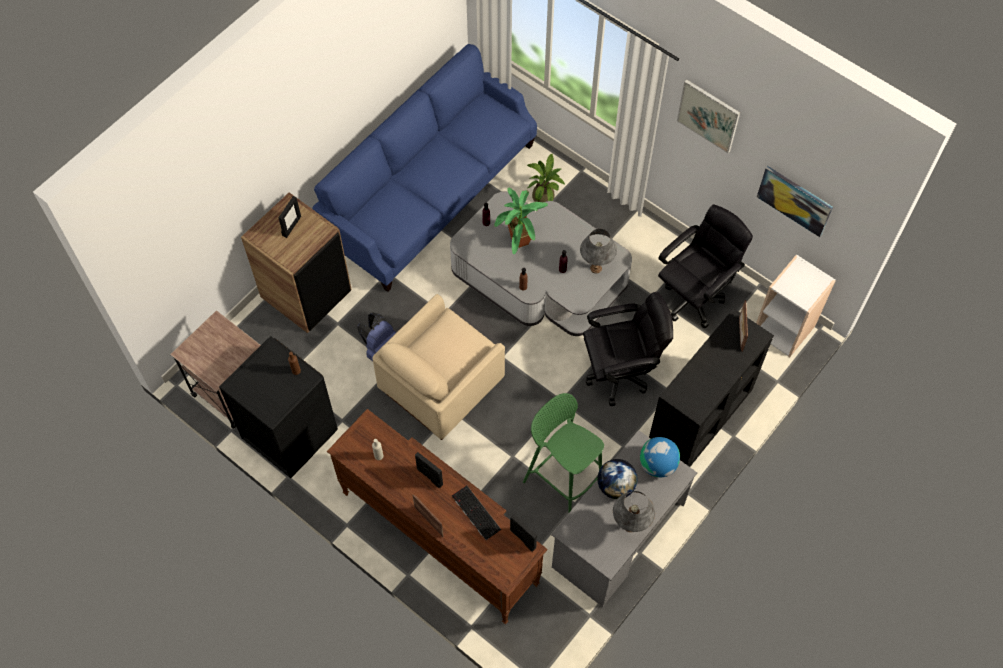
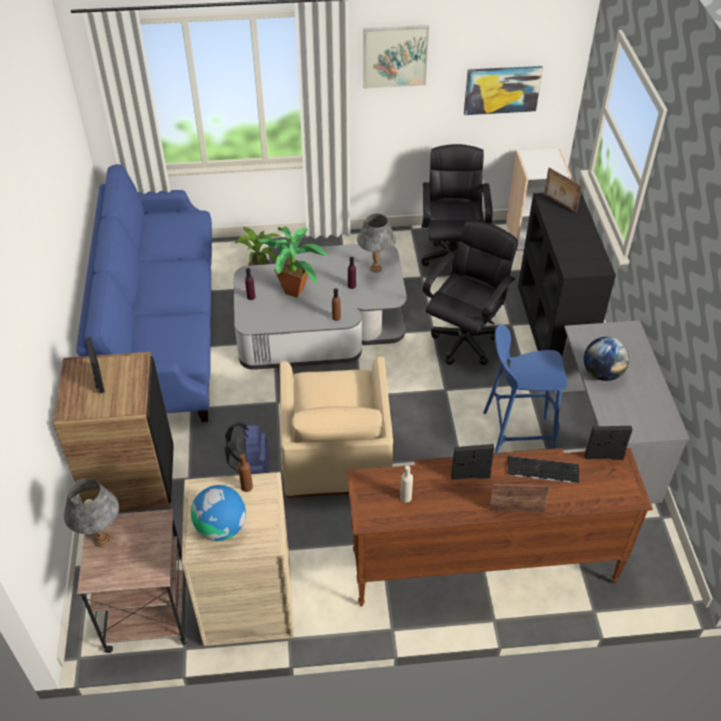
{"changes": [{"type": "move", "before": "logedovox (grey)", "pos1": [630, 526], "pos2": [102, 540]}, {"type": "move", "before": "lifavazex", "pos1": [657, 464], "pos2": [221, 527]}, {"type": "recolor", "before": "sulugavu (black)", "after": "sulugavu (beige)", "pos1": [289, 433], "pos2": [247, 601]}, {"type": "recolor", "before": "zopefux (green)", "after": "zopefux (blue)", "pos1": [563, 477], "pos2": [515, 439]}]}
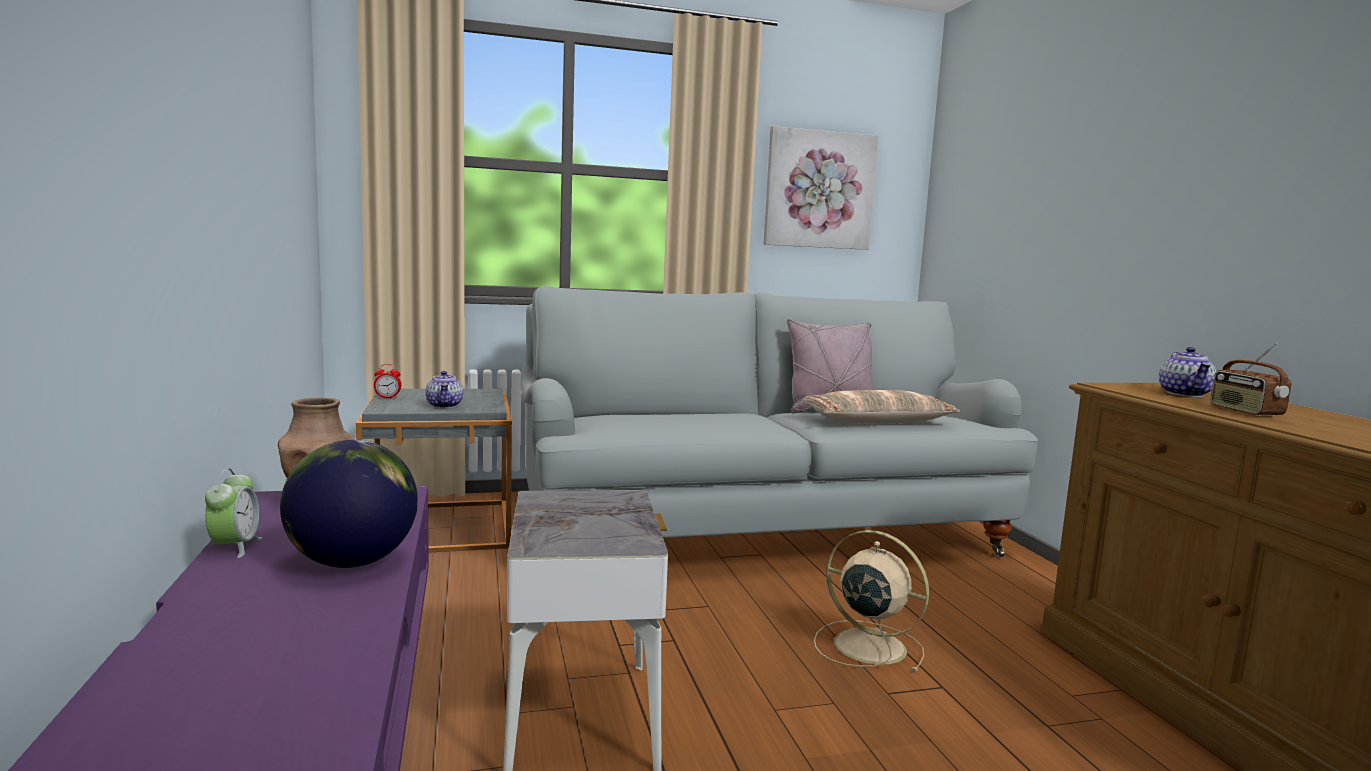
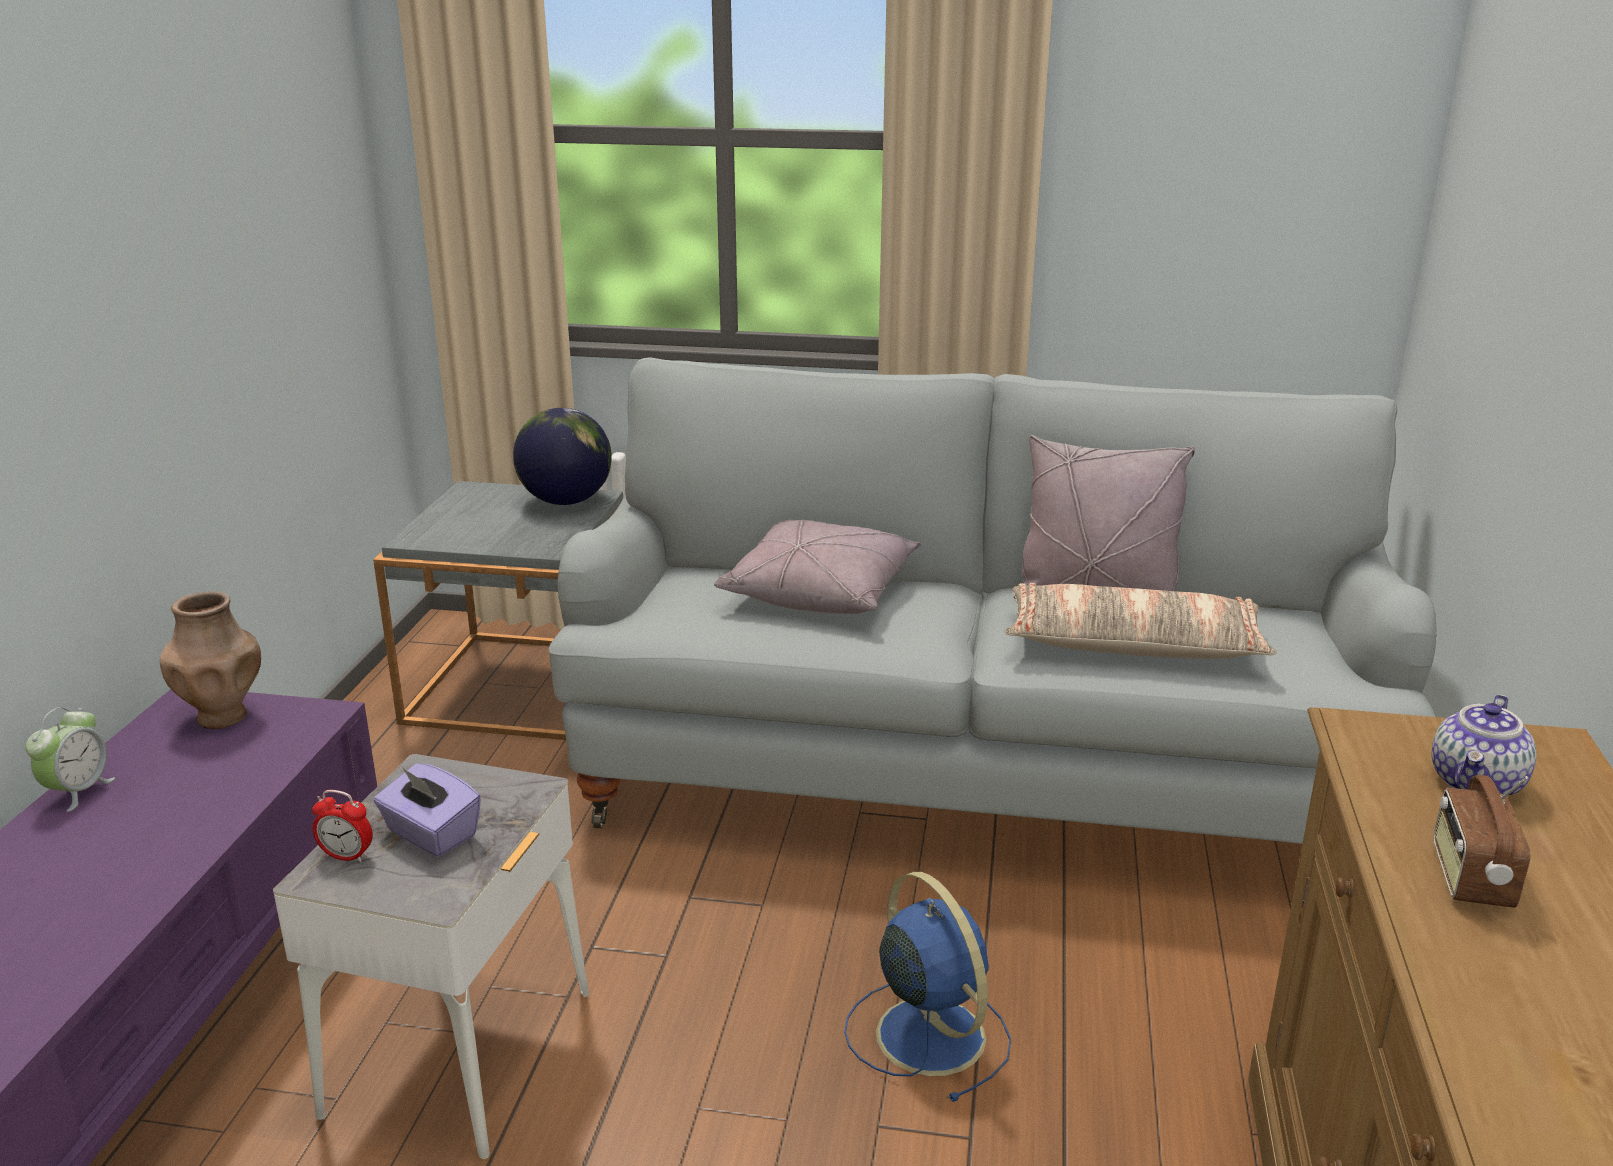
{"changes": [{"type": "delete", "before": "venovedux", "pos1": [445, 405]}, {"type": "delete", "before": "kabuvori", "pos1": [819, 190]}, {"type": "insert", "after": "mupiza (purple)", "pos2": [431, 834]}, {"type": "insert", "after": "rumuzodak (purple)", "pos2": [821, 592]}, {"type": "move", "before": "lifavazex", "pos1": [352, 563], "pos2": [566, 502]}, {"type": "move", "before": "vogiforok", "pos1": [388, 397], "pos2": [347, 856]}, {"type": "recolor", "before": "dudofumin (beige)", "after": "dudofumin (blue)", "pos1": [866, 645], "pos2": [927, 1032]}]}
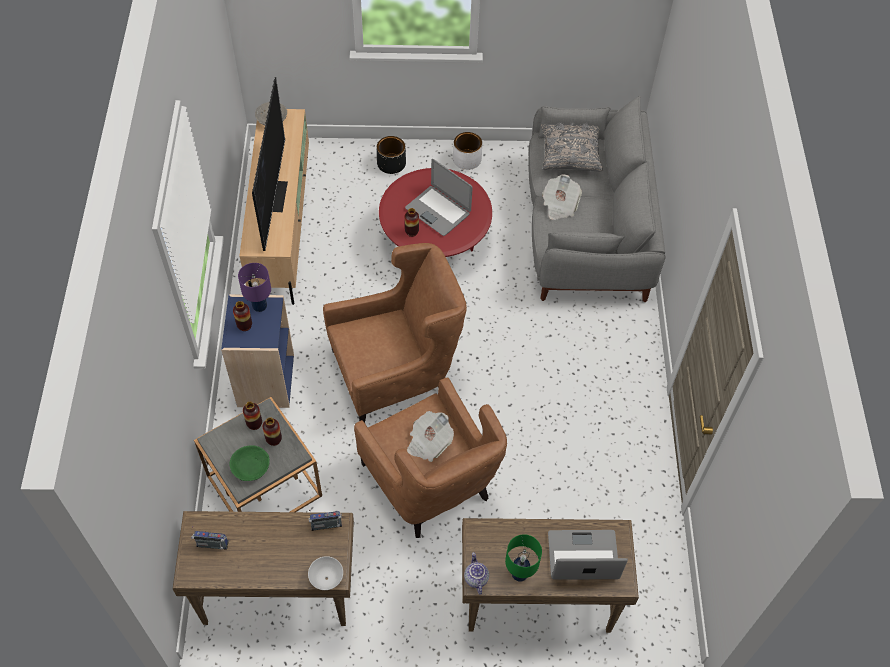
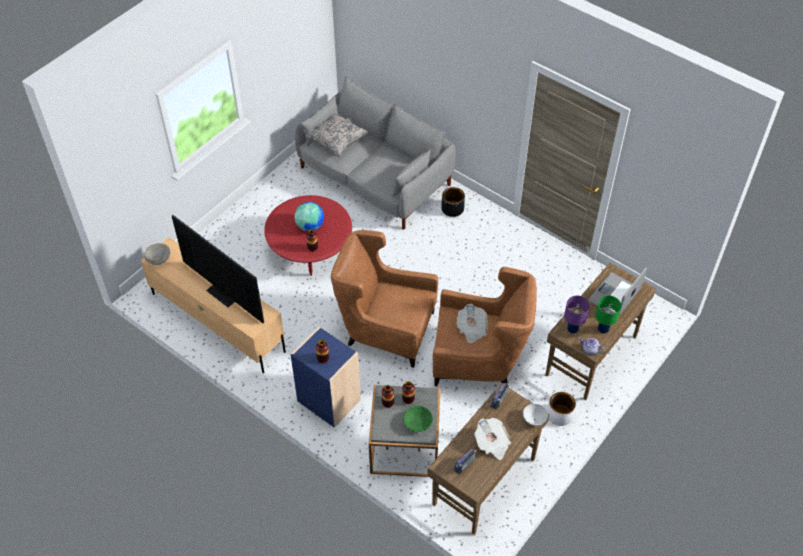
{"changes": [{"type": "move", "before": "logedovox (purple)", "pos1": [260, 306], "pos2": [572, 329]}, {"type": "move", "before": "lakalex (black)", "pos1": [391, 164], "pos2": [452, 208]}, {"type": "move", "before": "lakalex (white)", "pos1": [467, 159], "pos2": [559, 415]}, {"type": "move", "before": "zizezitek", "pos1": [559, 205], "pos2": [492, 443]}, {"type": "replace", "before": "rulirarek", "after": "lifavazex", "pos1": [438, 211], "pos2": [310, 226]}, {"type": "rotate", "before": "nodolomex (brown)", "pos1": [396, 371], "pos2": [386, 329], "turn": -90}]}
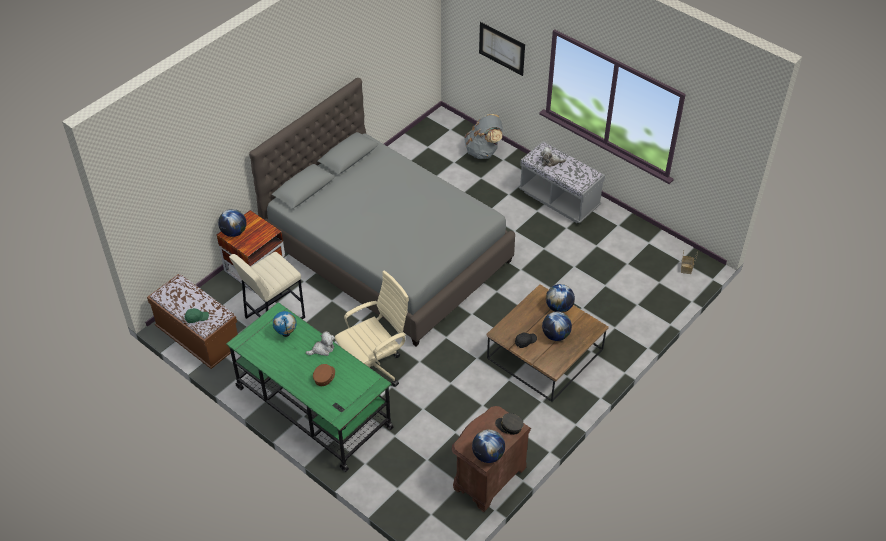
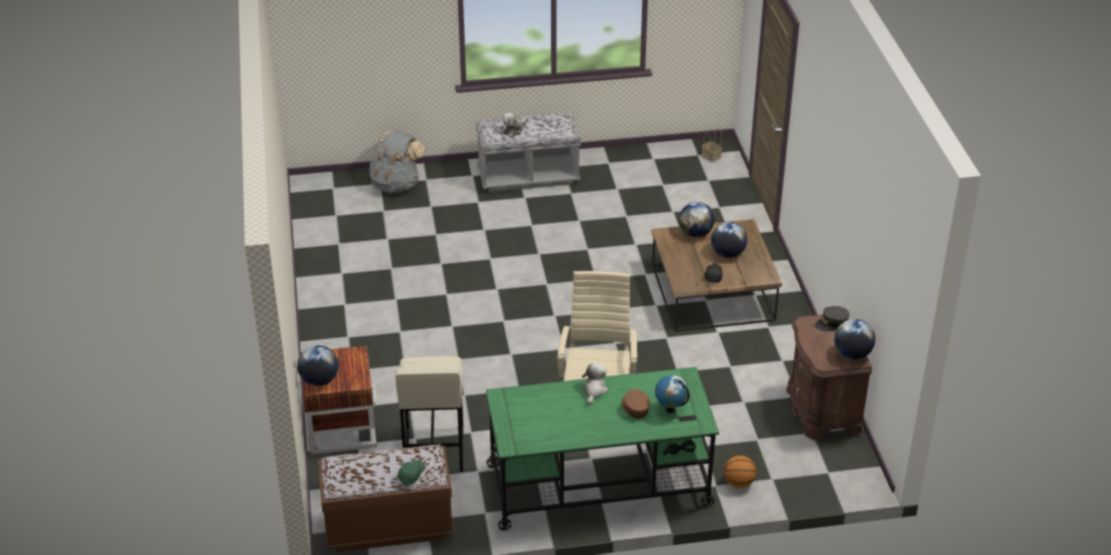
{"changes": [{"type": "delete", "before": "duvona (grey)", "pos1": [387, 251]}, {"type": "delete", "before": "kabuvori", "pos1": [501, 48]}, {"type": "insert", "after": "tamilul", "pos2": [739, 483]}, {"type": "move", "before": "lifavazex", "pos1": [286, 334], "pos2": [670, 409]}]}
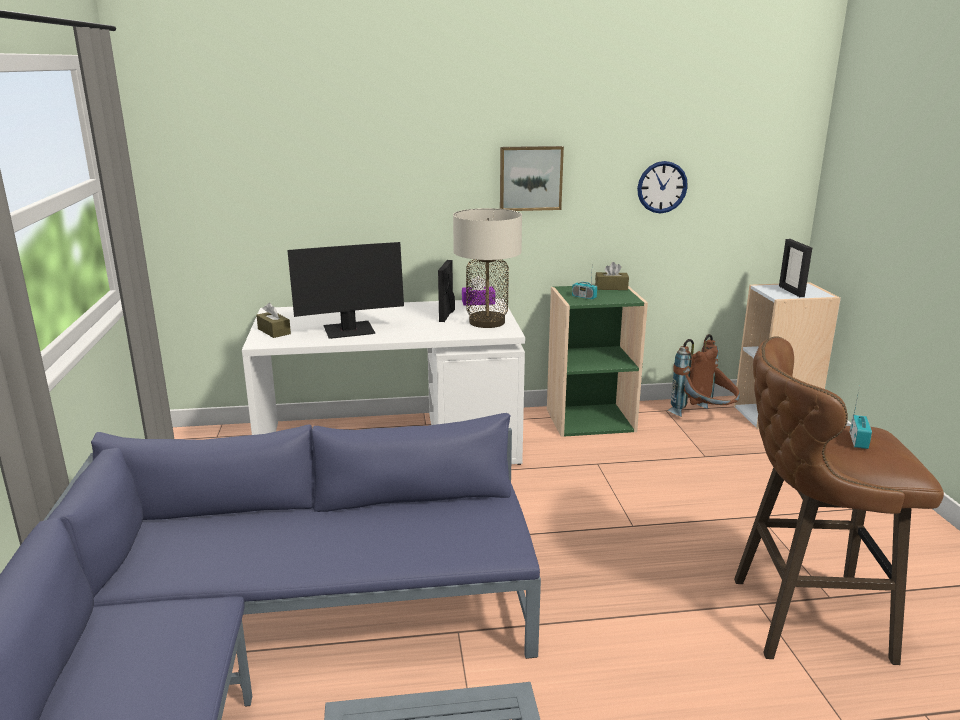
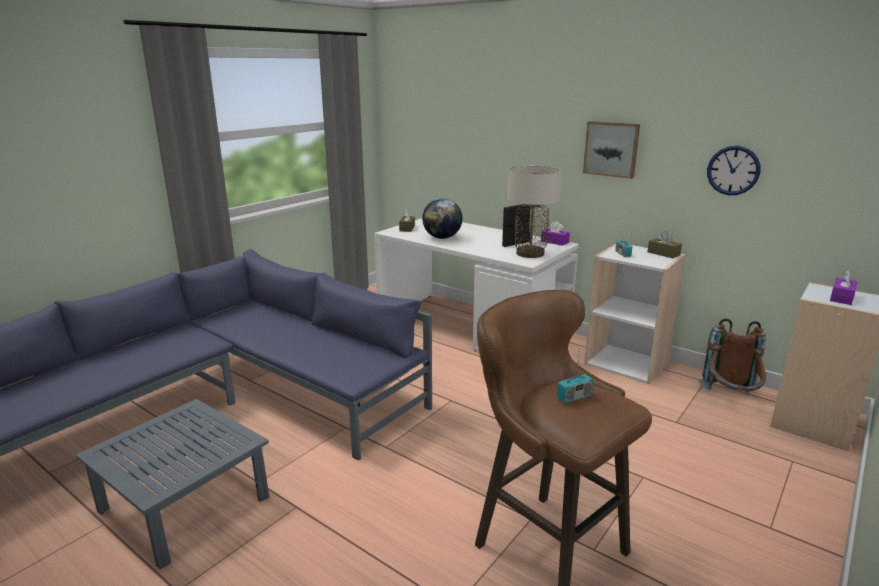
{"changes": [{"type": "replace", "before": "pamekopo", "after": "lifavazex", "pos1": [349, 331], "pos2": [442, 237]}, {"type": "replace", "before": "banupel", "after": "mupiza (purple)", "pos1": [792, 291], "pos2": [841, 298]}, {"type": "recolor", "before": "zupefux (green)", "after": "zupefux (white)", "pos1": [591, 419], "pos2": [627, 363]}]}
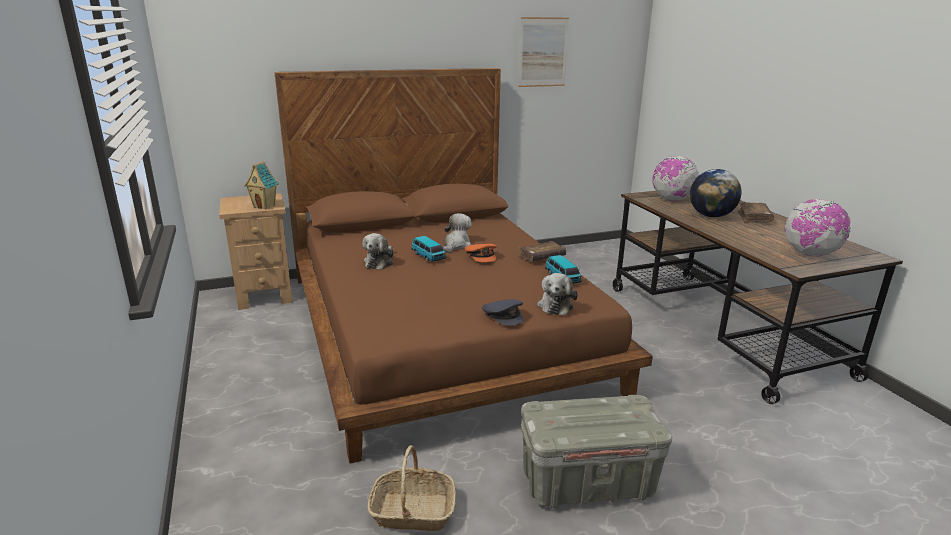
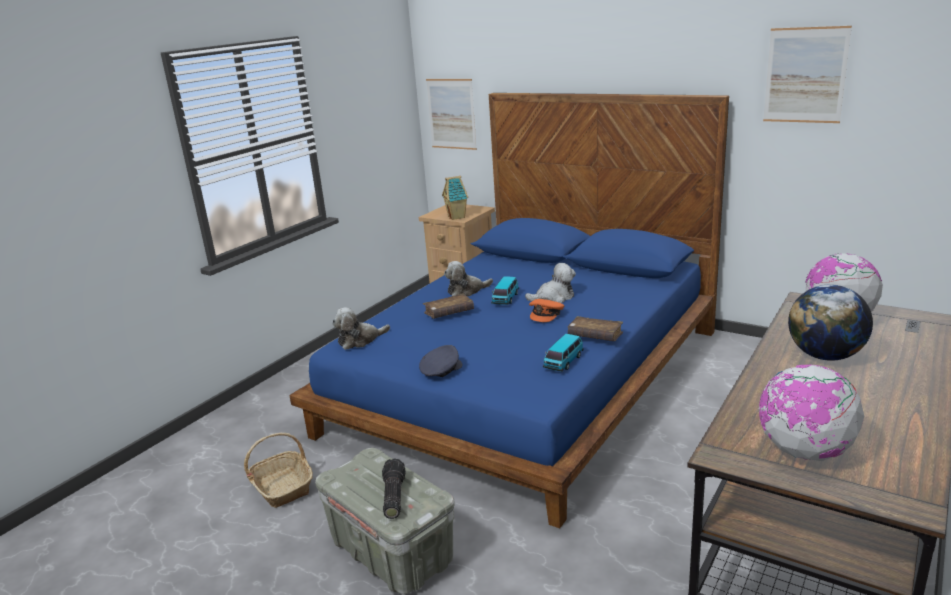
{"changes": [{"type": "insert", "after": "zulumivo", "pos2": [392, 496]}, {"type": "insert", "after": "kabuvori", "pos2": [451, 114]}, {"type": "move", "before": "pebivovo", "pos1": [555, 305], "pos2": [360, 340]}, {"type": "move", "before": "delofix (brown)", "pos1": [754, 218], "pos2": [449, 313]}, {"type": "recolor", "before": "duvona (brown)", "after": "duvona (blue)", "pos1": [442, 329], "pos2": [527, 381]}, {"type": "rotate", "before": "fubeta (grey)", "pos1": [503, 316], "pos2": [440, 370], "turn": -150}]}
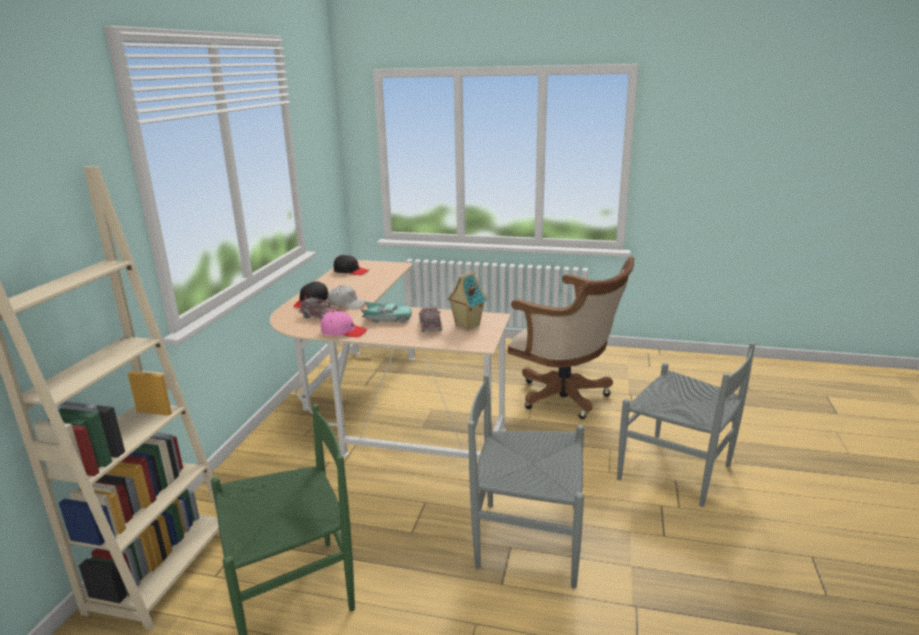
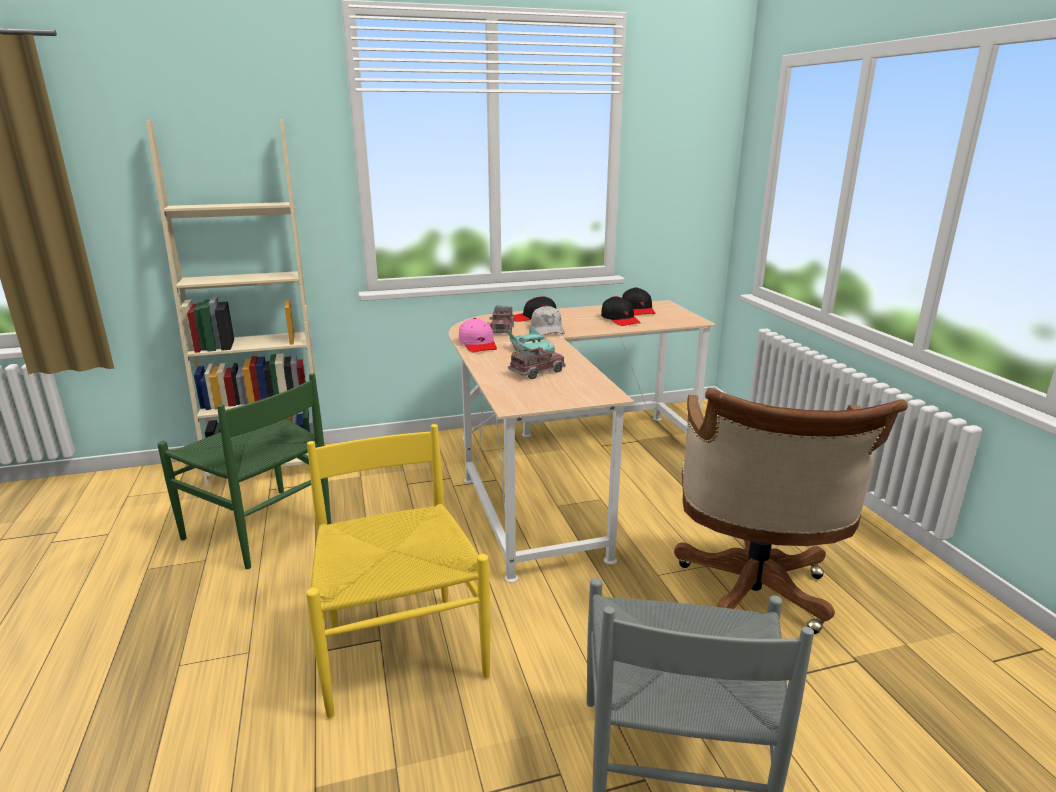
{"changes": [{"type": "delete", "before": "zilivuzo", "pos1": [466, 325]}, {"type": "insert", "after": "fubeta (black)", "pos2": [620, 319]}, {"type": "recolor", "before": "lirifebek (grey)", "after": "lirifebek (yellow)", "pos1": [527, 540], "pos2": [400, 650]}]}
